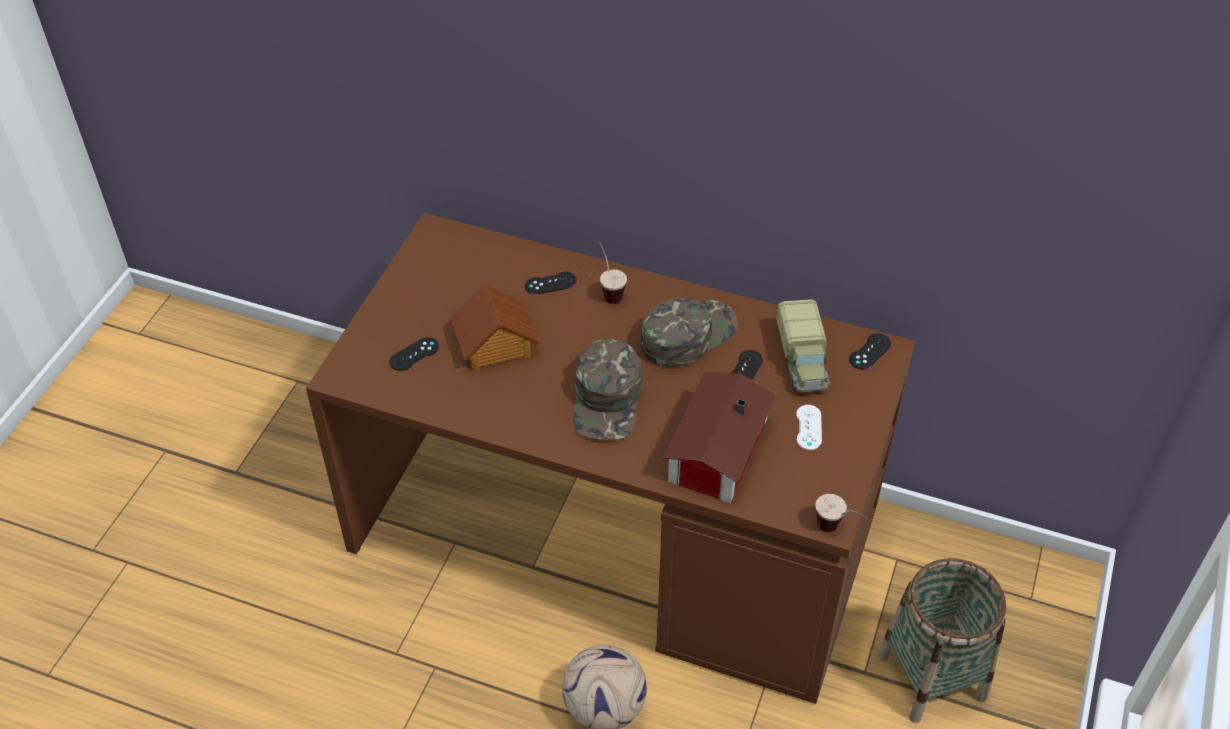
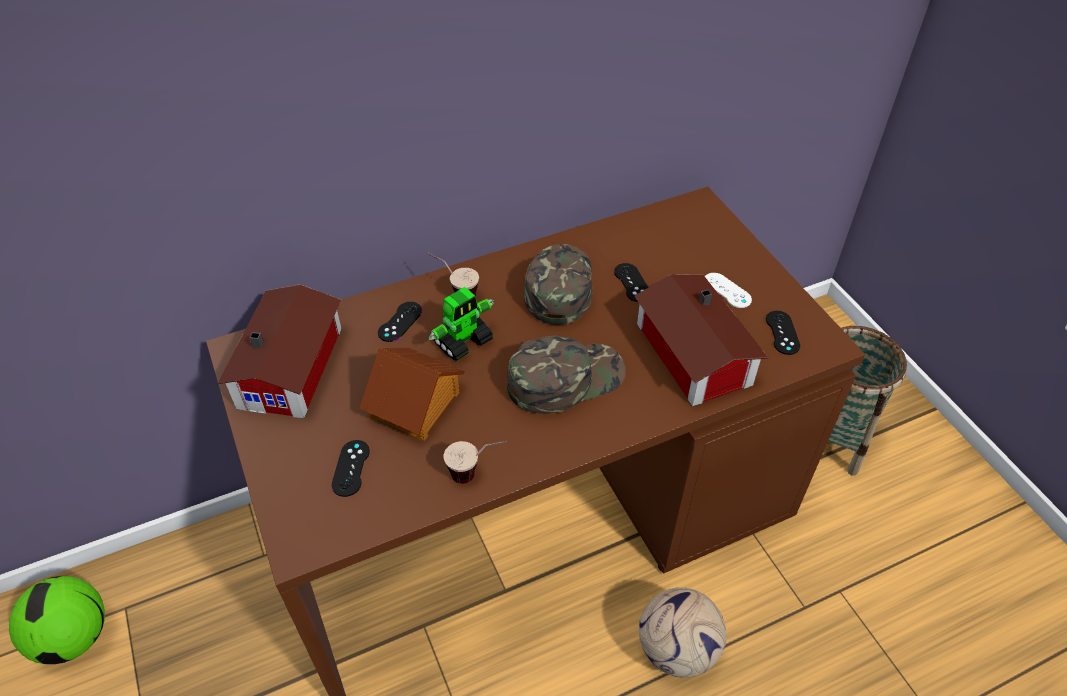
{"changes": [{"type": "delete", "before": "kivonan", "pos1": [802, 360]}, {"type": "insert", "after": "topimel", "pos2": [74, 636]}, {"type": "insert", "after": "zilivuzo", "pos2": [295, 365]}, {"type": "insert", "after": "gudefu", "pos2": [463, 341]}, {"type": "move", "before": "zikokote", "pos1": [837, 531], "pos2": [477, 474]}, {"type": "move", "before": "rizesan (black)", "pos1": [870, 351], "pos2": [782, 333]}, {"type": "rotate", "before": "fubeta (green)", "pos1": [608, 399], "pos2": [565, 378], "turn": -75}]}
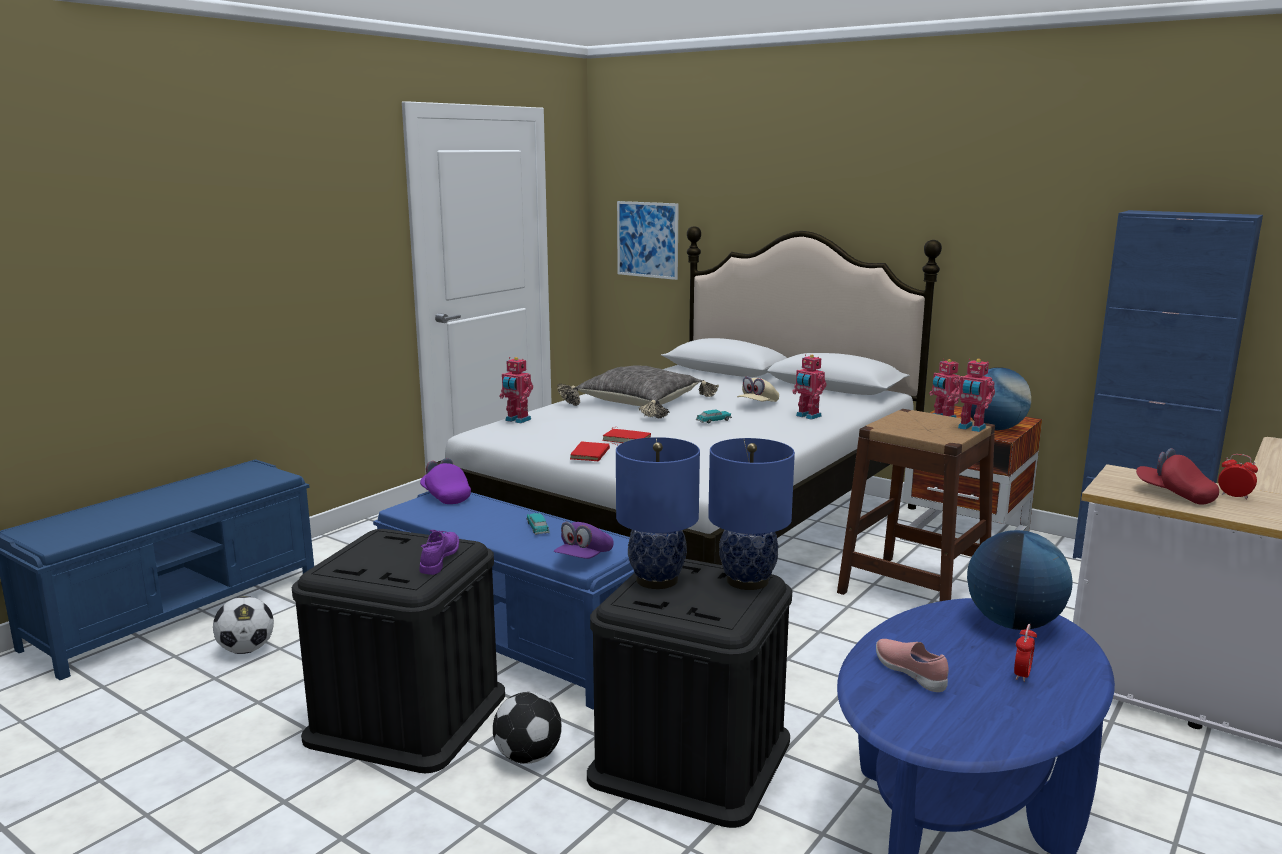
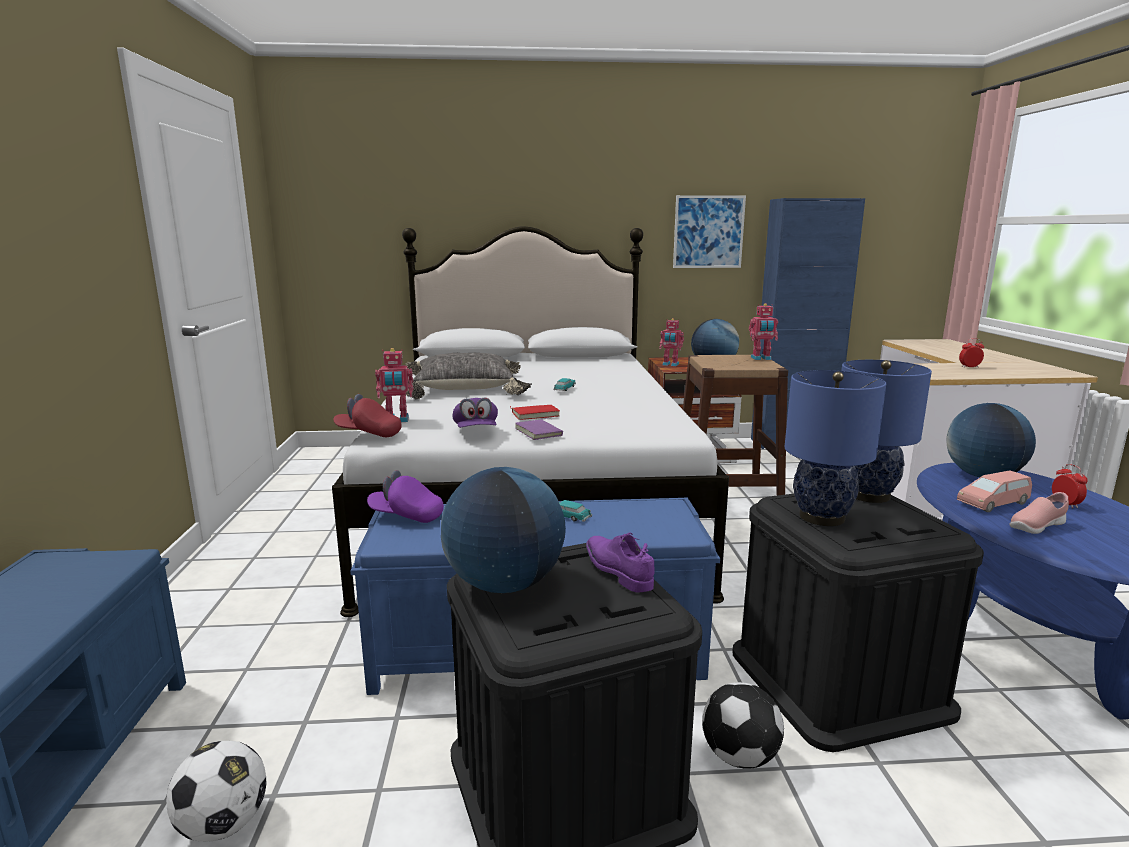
{"changes": [{"type": "delete", "before": "fubeta (beige)", "pos1": [757, 405]}, {"type": "delete", "before": "gudefu", "pos1": [807, 416]}, {"type": "insert", "after": "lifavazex", "pos2": [504, 584]}, {"type": "insert", "after": "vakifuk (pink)", "pos2": [993, 503]}, {"type": "move", "before": "fubeta (purple)", "pos1": [584, 558], "pos2": [476, 432]}, {"type": "move", "before": "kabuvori", "pos1": [647, 239], "pos2": [708, 232]}, {"type": "move", "before": "fubeta (red)", "pos1": [1174, 495], "pos2": [368, 434]}, {"type": "recolor", "before": "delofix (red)", "after": "delofix (purple)", "pos1": [591, 454], "pos2": [540, 432]}, {"type": "rotate", "before": "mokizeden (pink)", "pos1": [911, 674], "pos2": [1035, 527], "turn": -45}]}
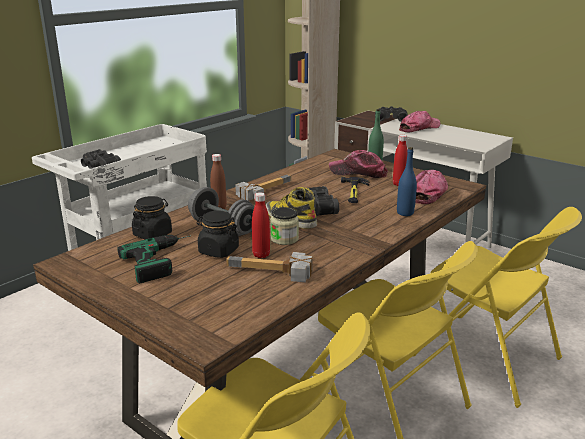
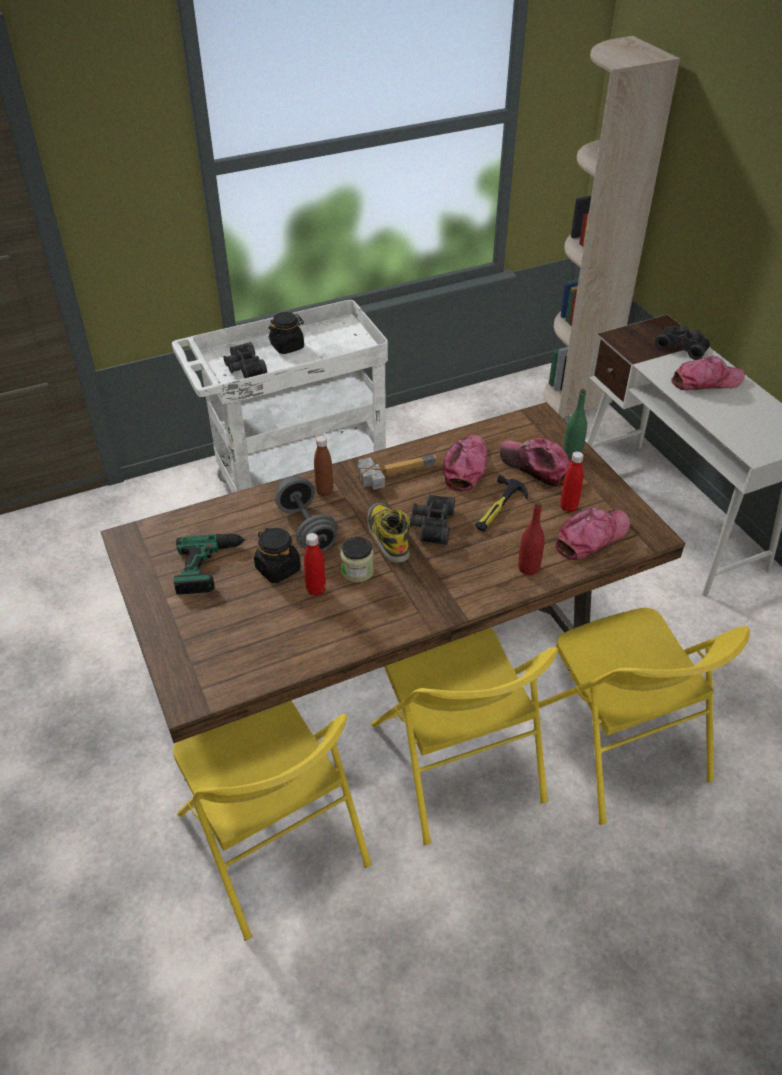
{"changes": [{"type": "delete", "before": "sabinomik", "pos1": [271, 273]}, {"type": "insert", "after": "fubeta", "pos2": [465, 467]}, {"type": "move", "before": "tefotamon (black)", "pos1": [153, 234], "pos2": [287, 346]}, {"type": "recolor", "before": "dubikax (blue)", "after": "dubikax (red)", "pos1": [405, 213], "pos2": [528, 568]}]}
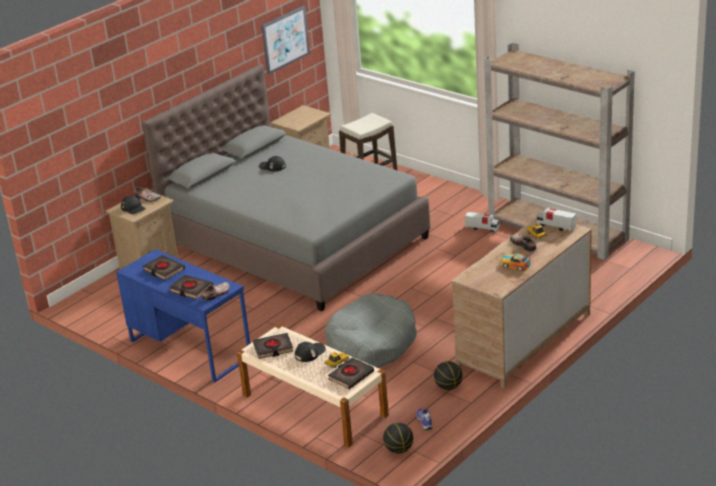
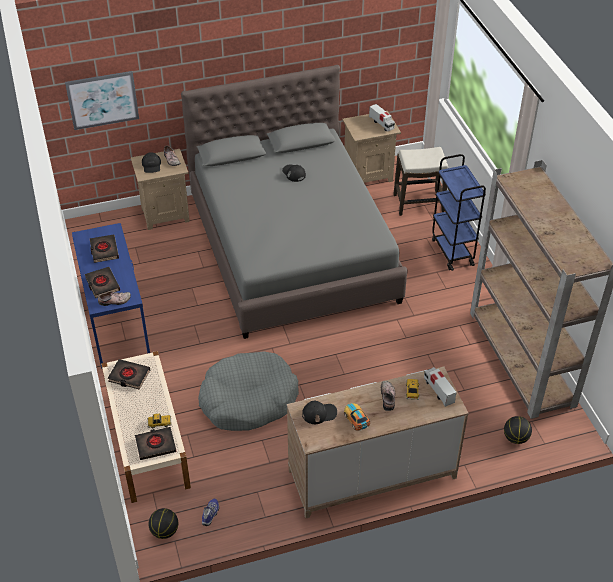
{"changes": [{"type": "insert", "after": "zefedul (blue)", "pos2": [453, 253]}, {"type": "move", "before": "kabuvori", "pos1": [285, 39], "pos2": [102, 100]}, {"type": "move", "before": "fubeta (black)", "pos1": [310, 353], "pos2": [319, 413]}, {"type": "move", "before": "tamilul", "pos1": [448, 387], "pos2": [515, 438]}, {"type": "move", "before": "kivonan", "pos1": [482, 228], "pos2": [381, 124]}]}
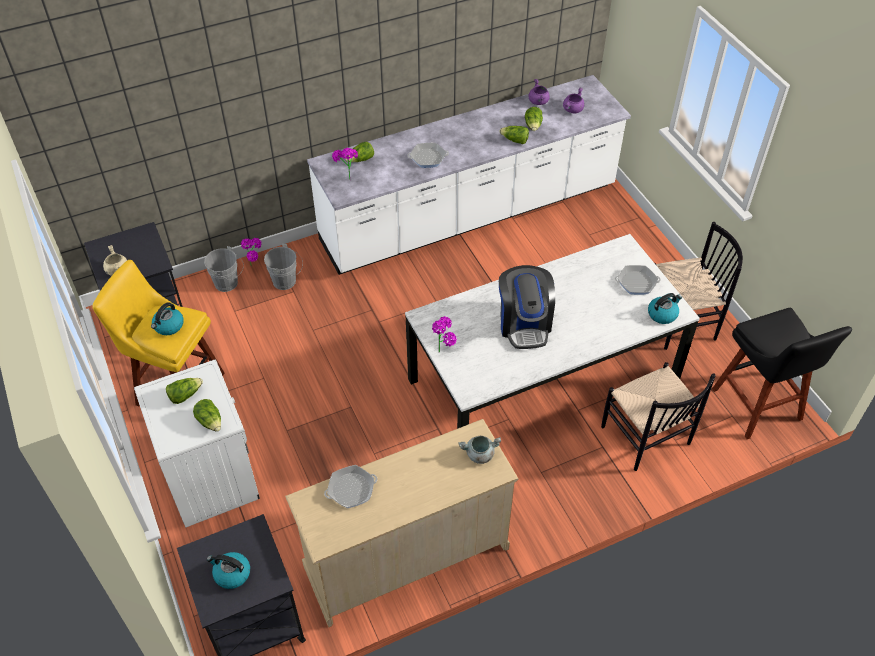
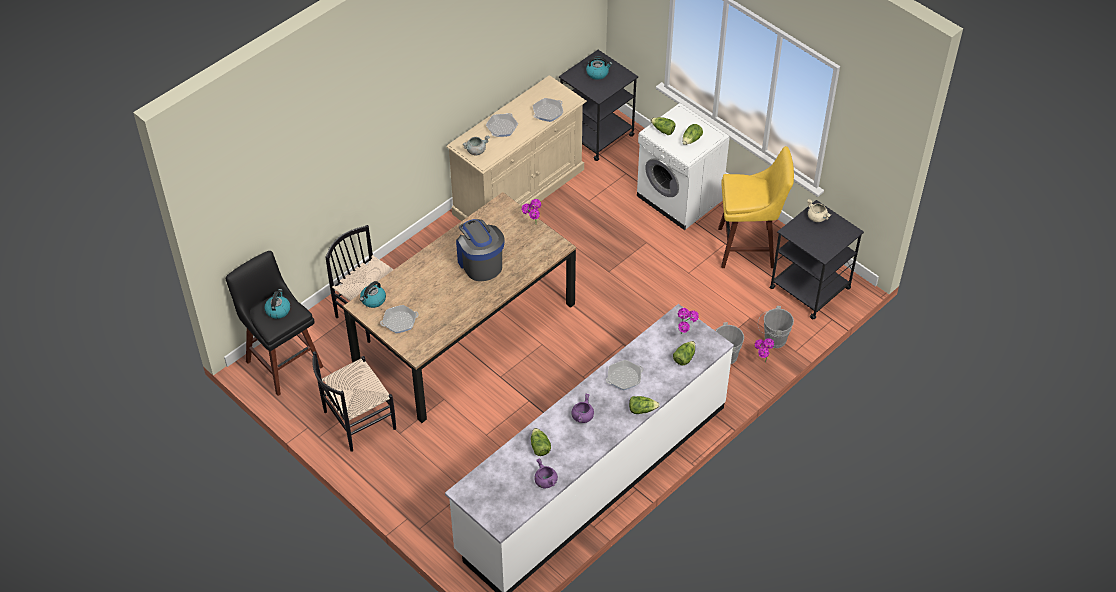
{"changes": [{"type": "insert", "after": "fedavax", "pos2": [502, 127]}, {"type": "move", "before": "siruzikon", "pos1": [168, 326], "pos2": [278, 310]}, {"type": "move", "before": "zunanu", "pos1": [515, 140], "pos2": [642, 409]}, {"type": "move", "before": "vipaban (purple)", "pos1": [573, 110], "pos2": [582, 416]}, {"type": "recolor", "before": "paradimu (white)", "after": "paradimu (brown)", "pos1": [543, 381], "pos2": [464, 333]}]}
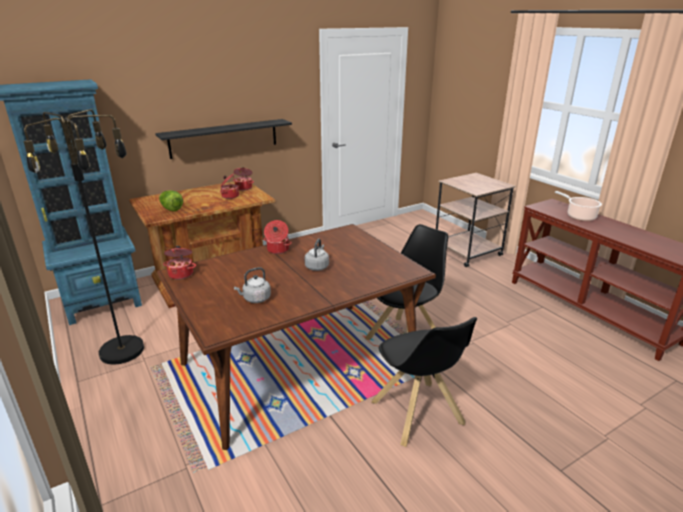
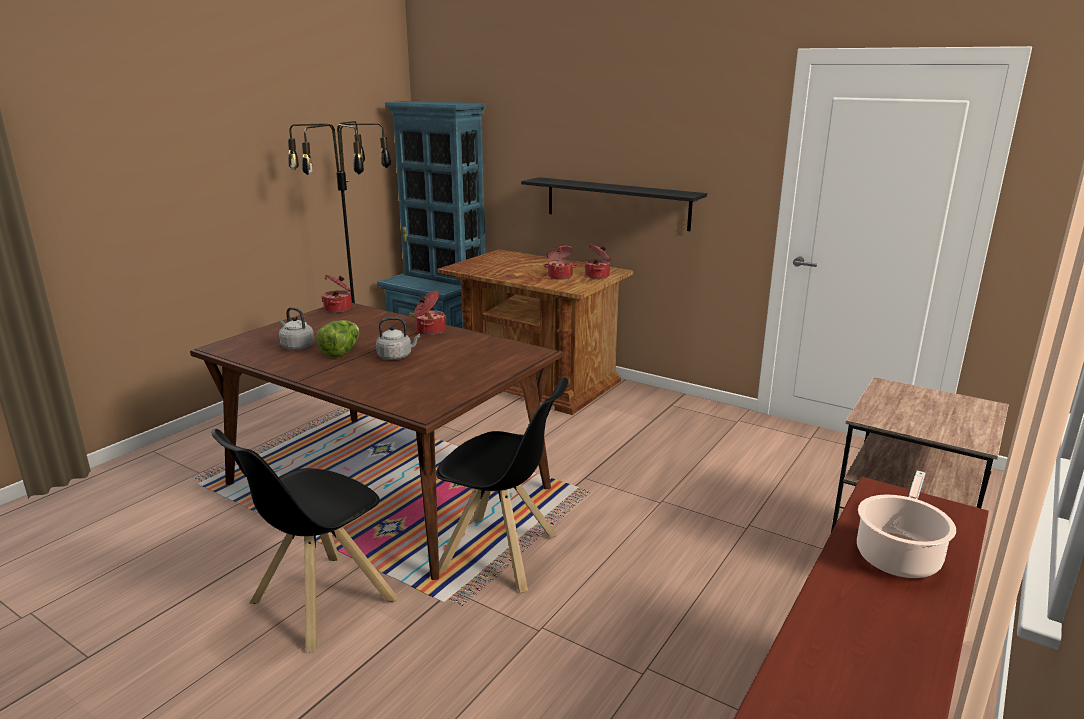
{"changes": [{"type": "move", "before": "zunanu", "pos1": [171, 209], "pos2": [341, 352]}]}
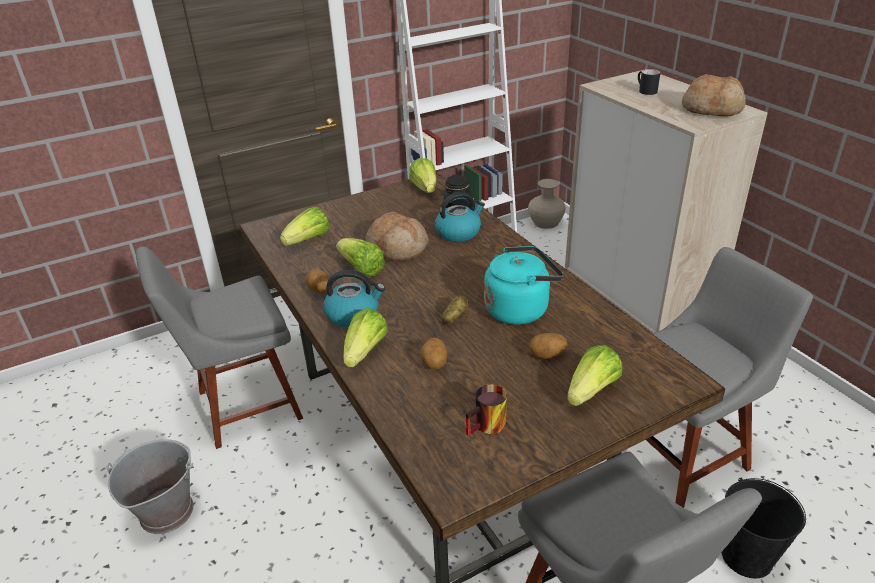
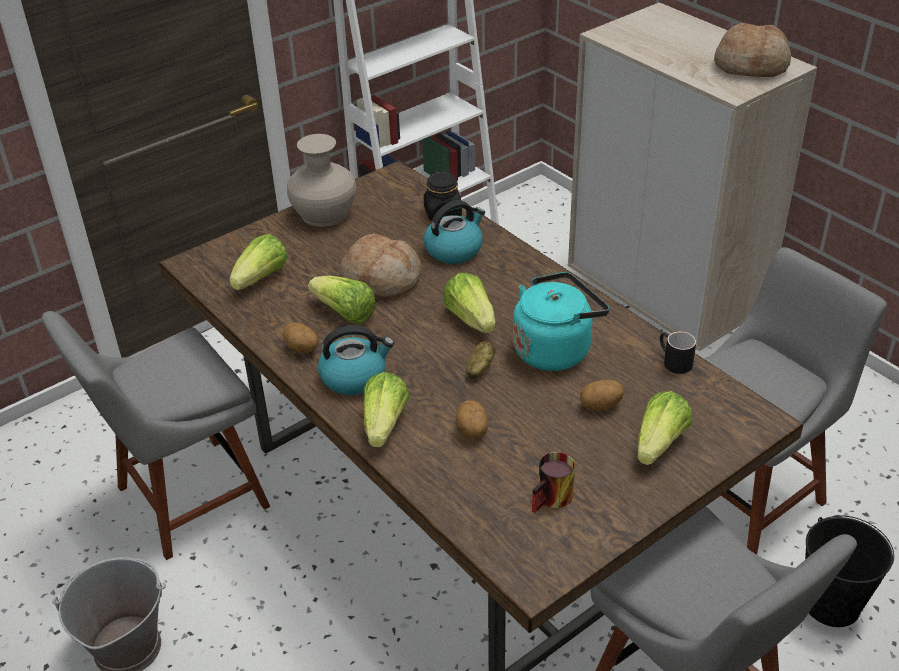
{"changes": [{"type": "move", "before": "zunanu", "pos1": [425, 188], "pos2": [471, 319]}, {"type": "move", "before": "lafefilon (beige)", "pos1": [545, 222], "pos2": [324, 213]}, {"type": "move", "before": "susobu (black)", "pos1": [645, 91], "pos2": [673, 362]}]}
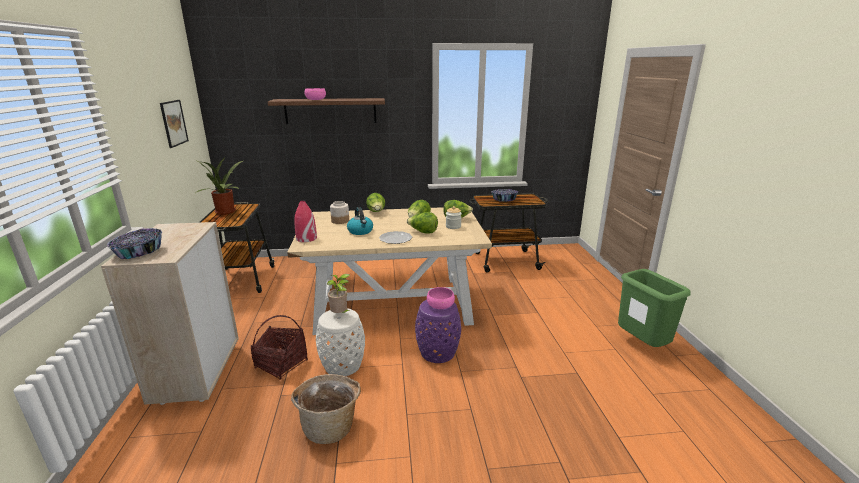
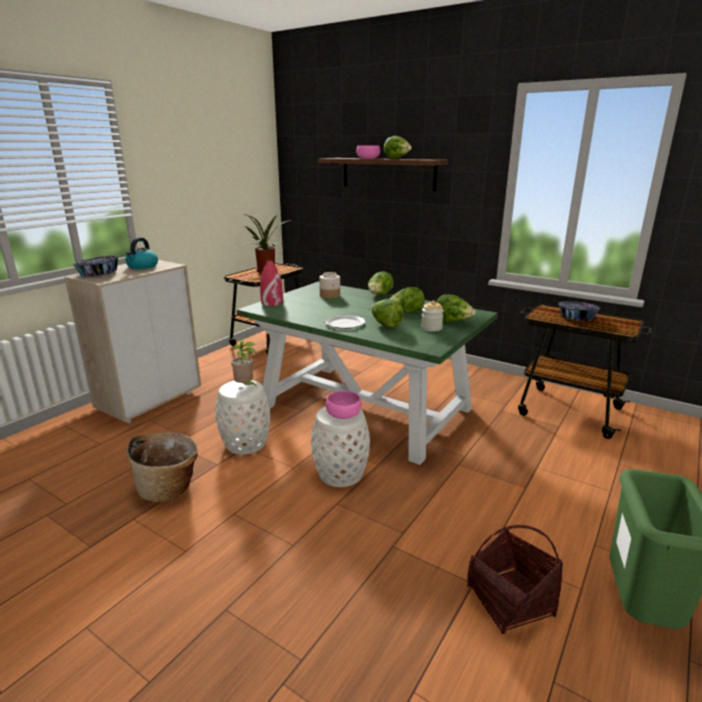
{"changes": [{"type": "delete", "before": "kabuvori", "pos1": [173, 123]}, {"type": "insert", "after": "zunanu", "pos2": [397, 158]}, {"type": "move", "before": "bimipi", "pos1": [282, 364], "pos2": [510, 601]}, {"type": "move", "before": "siruzikon", "pos1": [360, 231], "pos2": [142, 267]}, {"type": "recolor", "before": "paradimu (beige)", "after": "paradimu (green)", "pos1": [393, 303], "pos2": [366, 408]}, {"type": "recolor", "before": "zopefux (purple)", "after": "zopefux (white)", "pos1": [437, 353], "pos2": [340, 474]}]}
